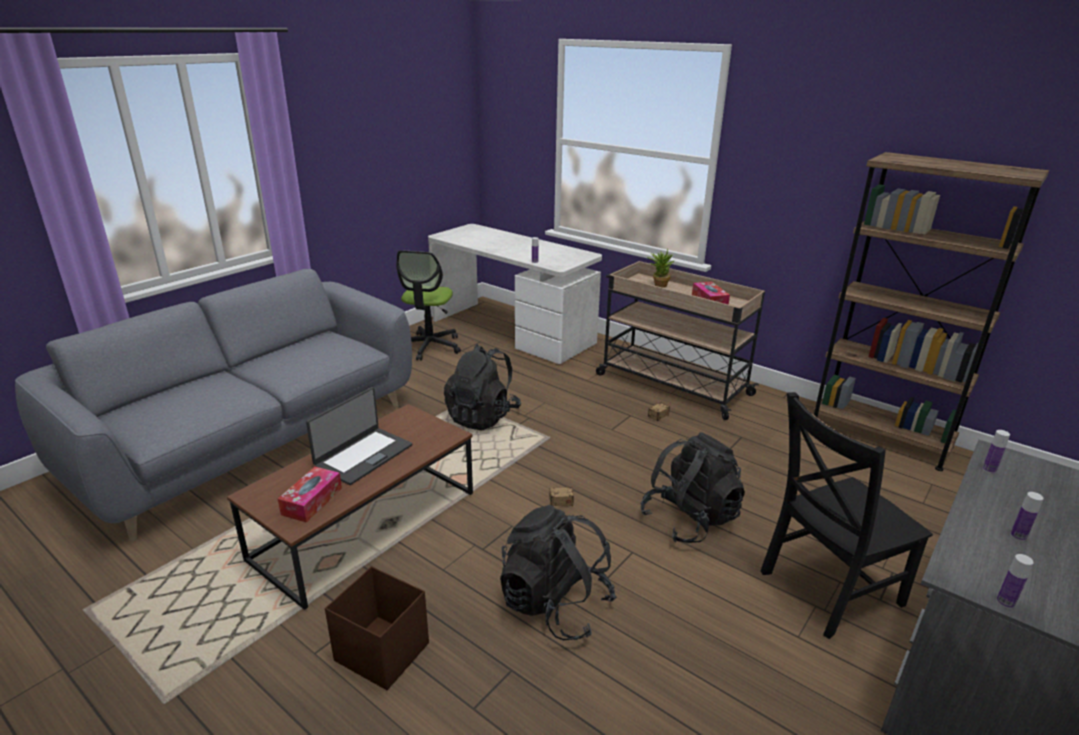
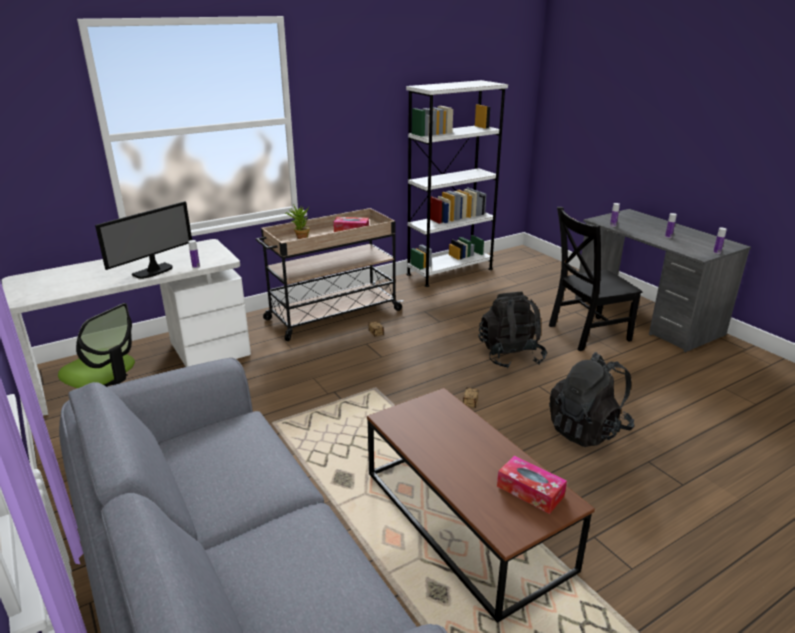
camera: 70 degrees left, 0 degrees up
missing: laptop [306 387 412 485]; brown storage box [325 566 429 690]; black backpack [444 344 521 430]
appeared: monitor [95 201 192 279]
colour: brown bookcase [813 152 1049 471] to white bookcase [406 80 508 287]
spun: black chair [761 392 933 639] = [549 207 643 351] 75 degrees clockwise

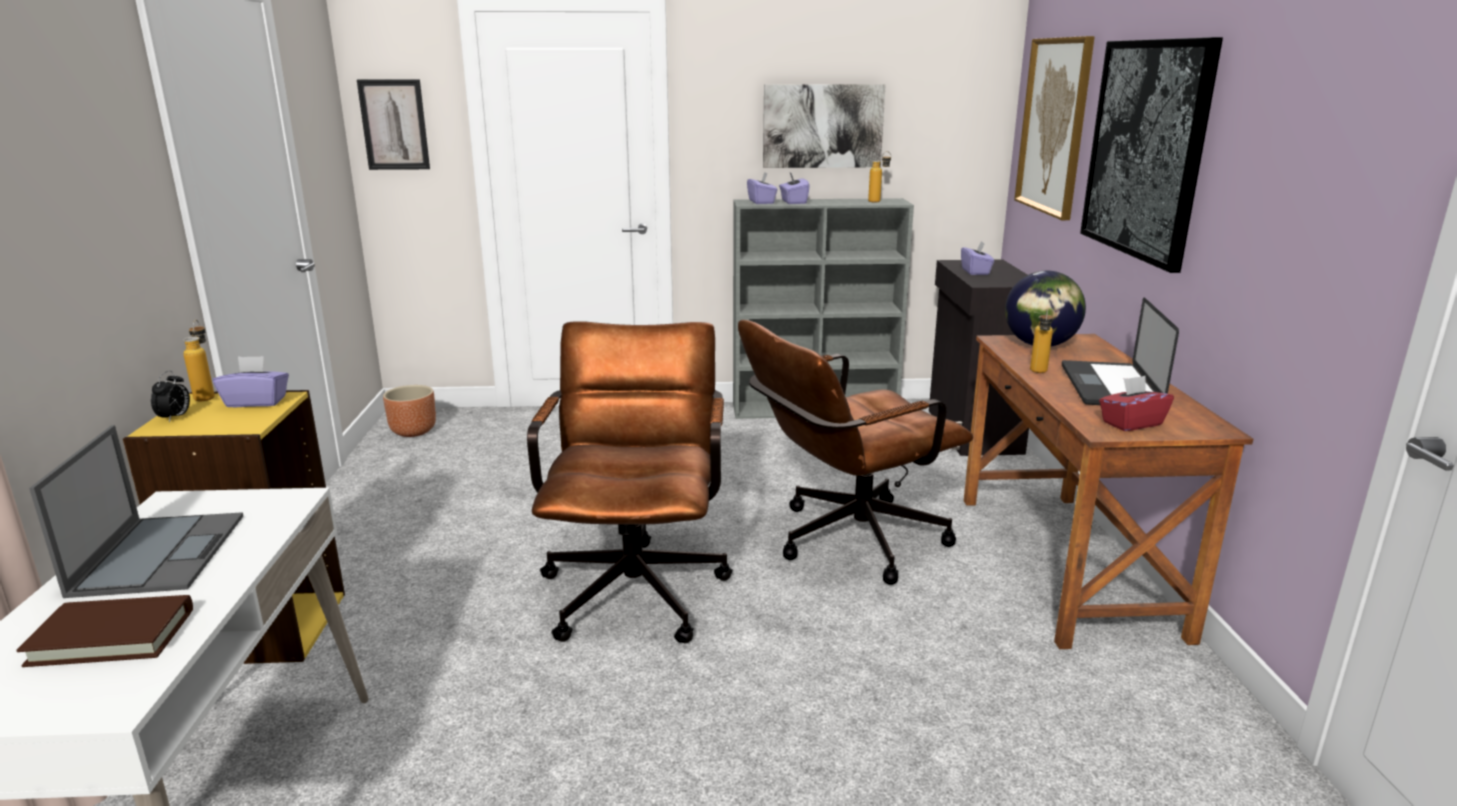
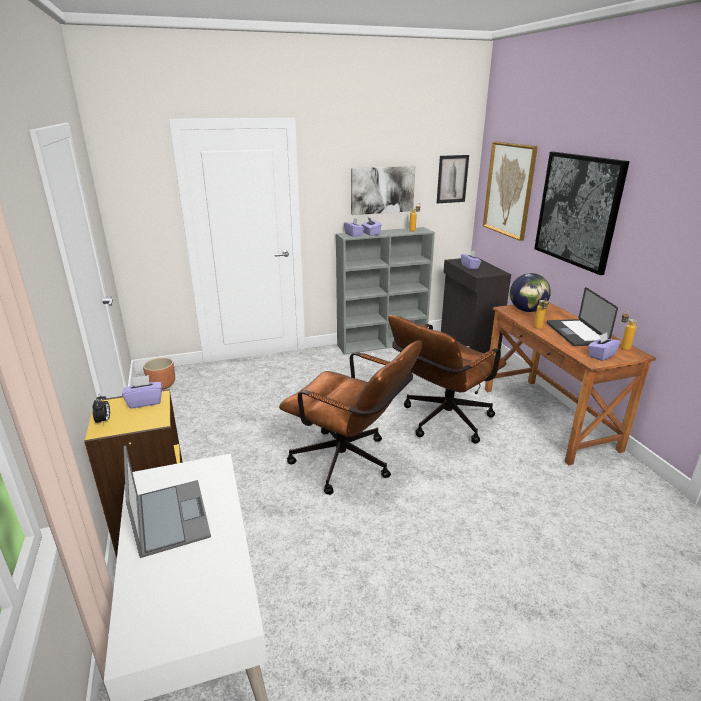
camera: 15 degrees left, 5 degrees up
missing: brown book [16 595 193 667]
relocated: bottle [183 320 215 401] to [621 311 637 350]; picture [357 79 430 170] to [437 155 469 203]
colour: red tissue box [1099 376 1174 431] to purple tissue box [588 333 621 361]
spun: brown office chair [527 321 733 643] = [279 341 422 495] 135 degrees clockwise

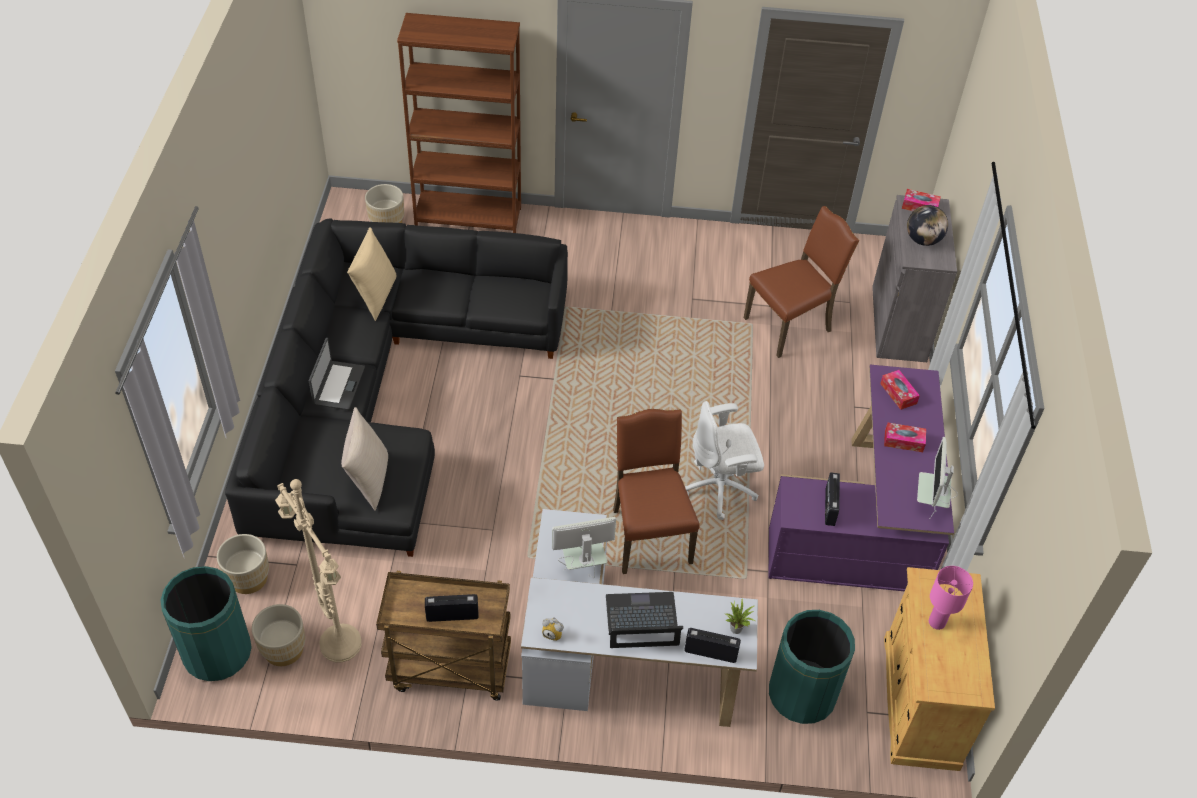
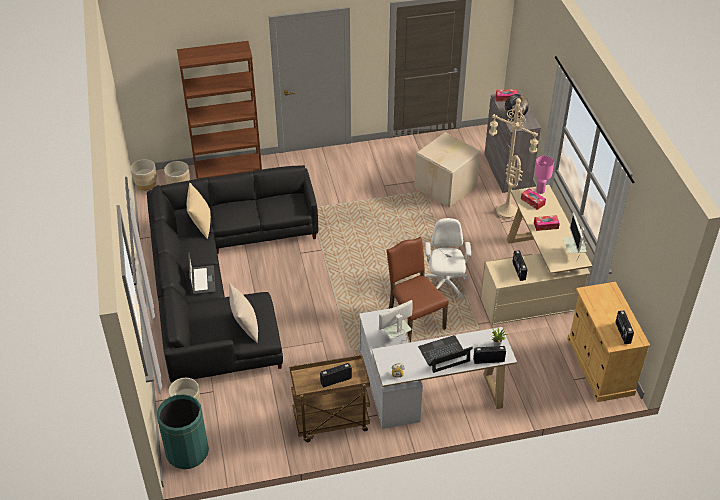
camera: 15 degrees left, 5 degrees down
missing: green trash can [769 610 855 724]
appeared: radio [616 311 634 344]
relocated: beige planter [252 604 305 666] to [131 159 157 191]; beige floor lamp [275 479 362 662] to [489 98 538 219]; pink table lamp [929 566 973 630] to [534 156 554 194]
exchanged: brown chair [744 206 859 358] to cardboard box [414 132 481 207]
colour: purple desk [768 365 954 591] to beige desk [480 185 592 325]
spun: white office chair [685 401 764 520] = [425 218 471 298] 120 degrees clockwise

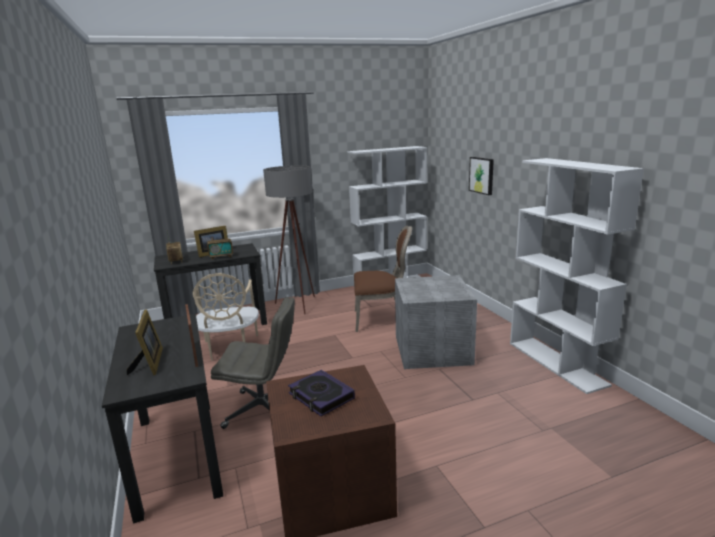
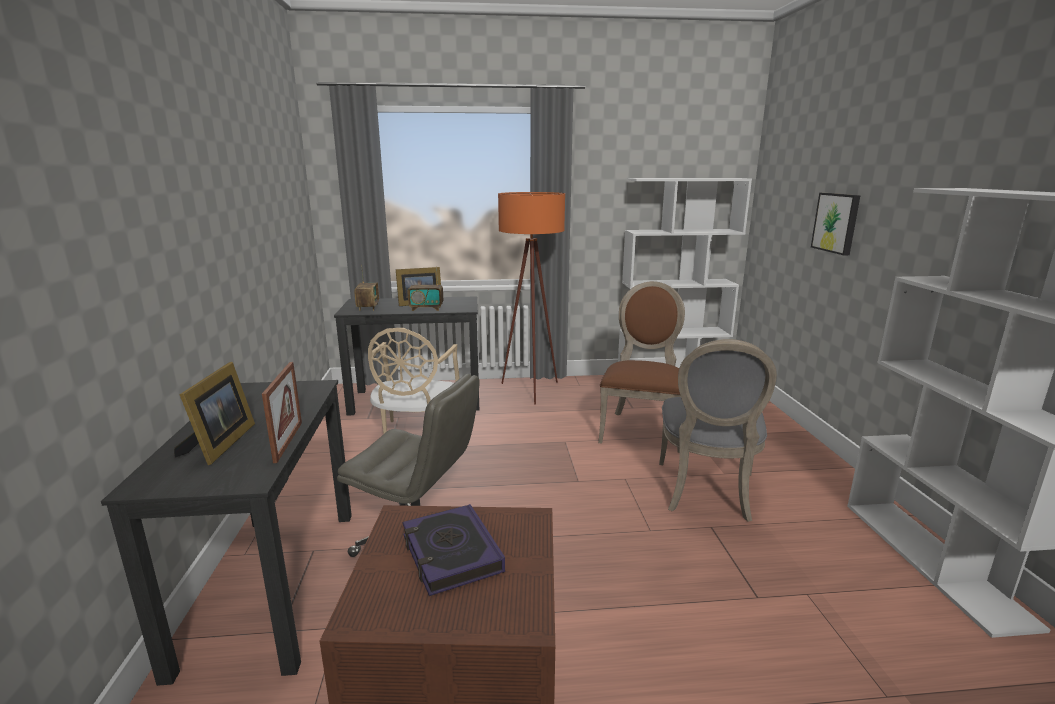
camera: 15 degrees right, 0 degrees up
exchanged: grey storage box [395 275 477 369] to grey chair [659 339 777 522]
colour: grey floor lamp [263 165 315 314] to orange floor lamp [498 192 565 405]
spun: brown chair [354 226 412 332] = [598 281 685 453] 90 degrees counterclockwise

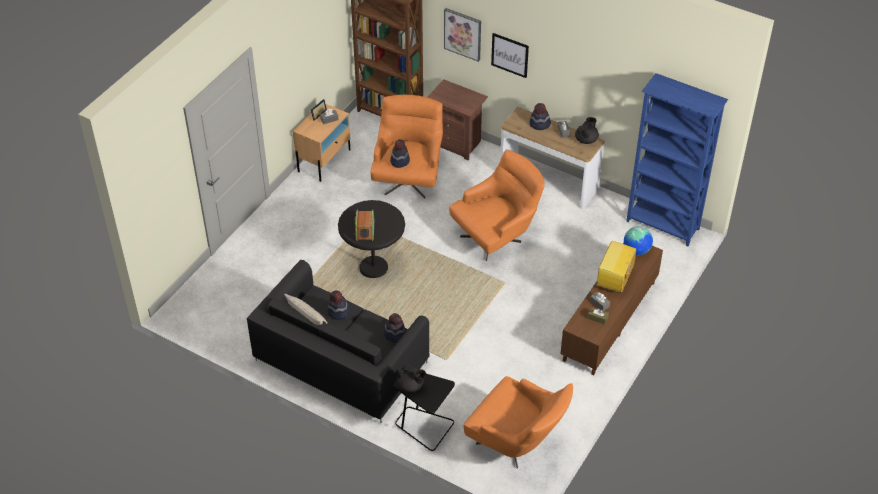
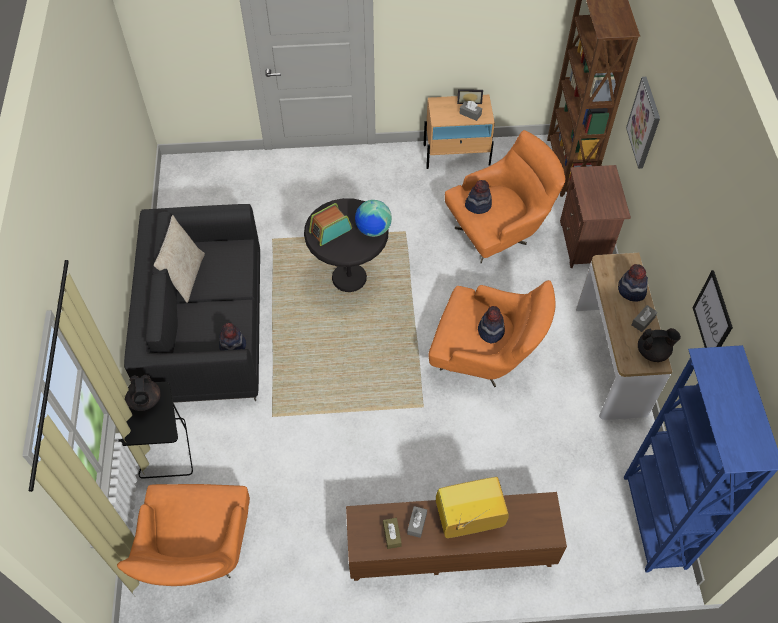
camera: 55 degrees right, 10 degrees up
relocated: hat [327 290 349 320] to [478 306 505 343]; picture [491 33 529 78] to [692 270 733 348]; globe [624 226 653 255] to [355 200 392 237]

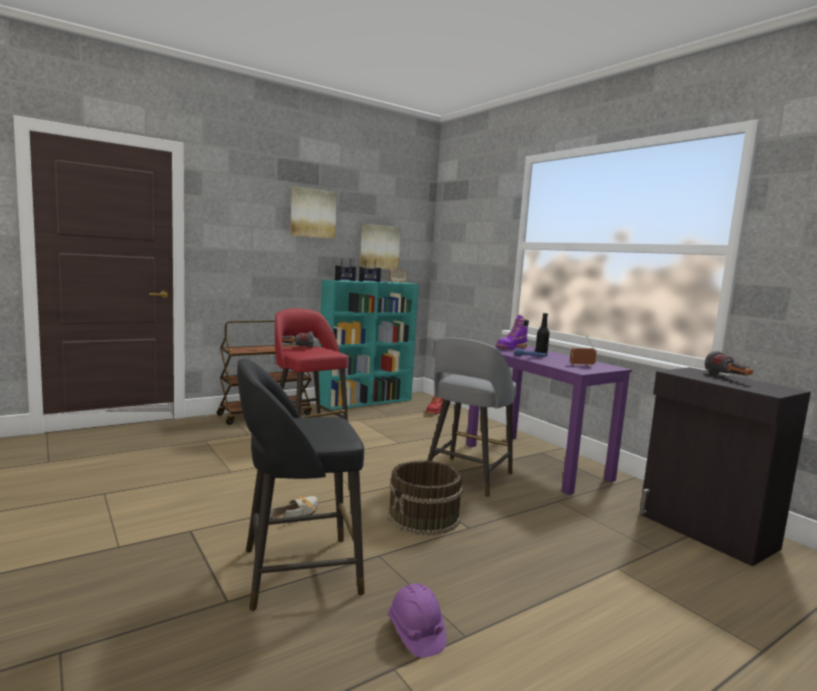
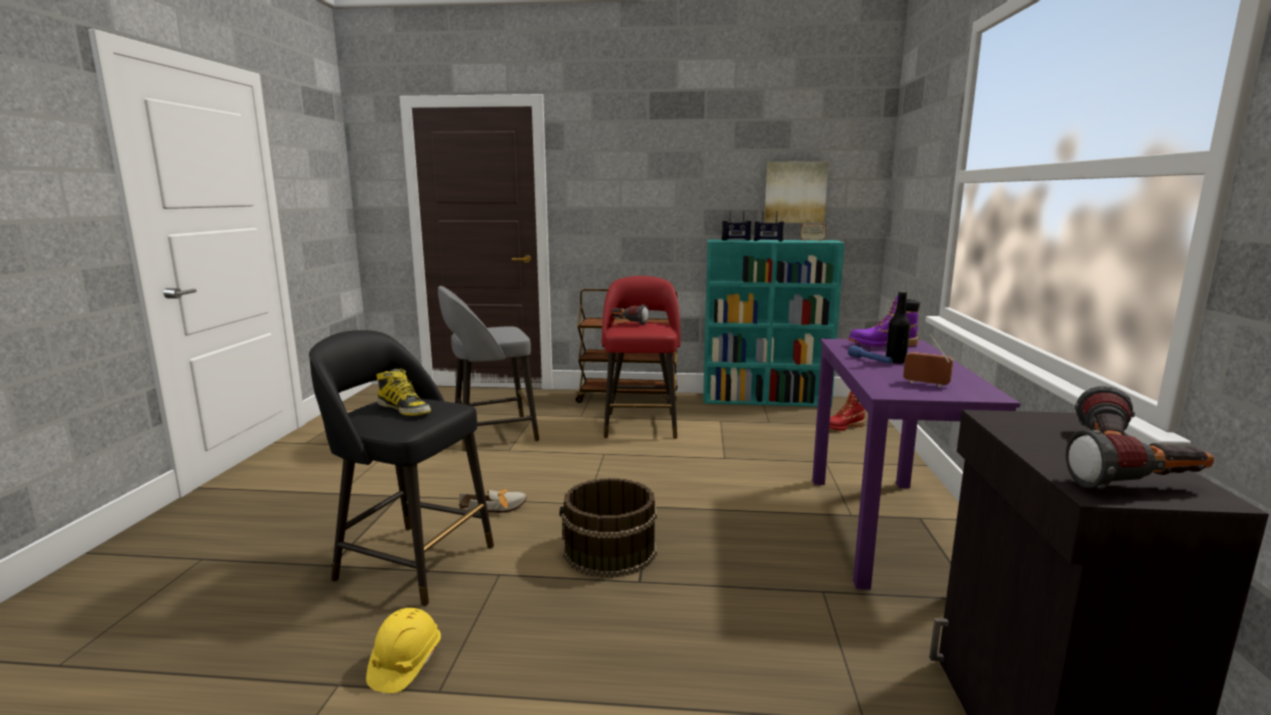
camera: 40 degrees right, 5 degrees up
missing: picture [290 186 337 239]
appeared: boot [376 369 431 416]; flashlight [1066 430 1214 489]
relocated: grey stool [427 337 517 497] to [438 286 539 452]
colour: purple hard hat [388 584 446 658] to yellow hard hat [366 608 441 693]

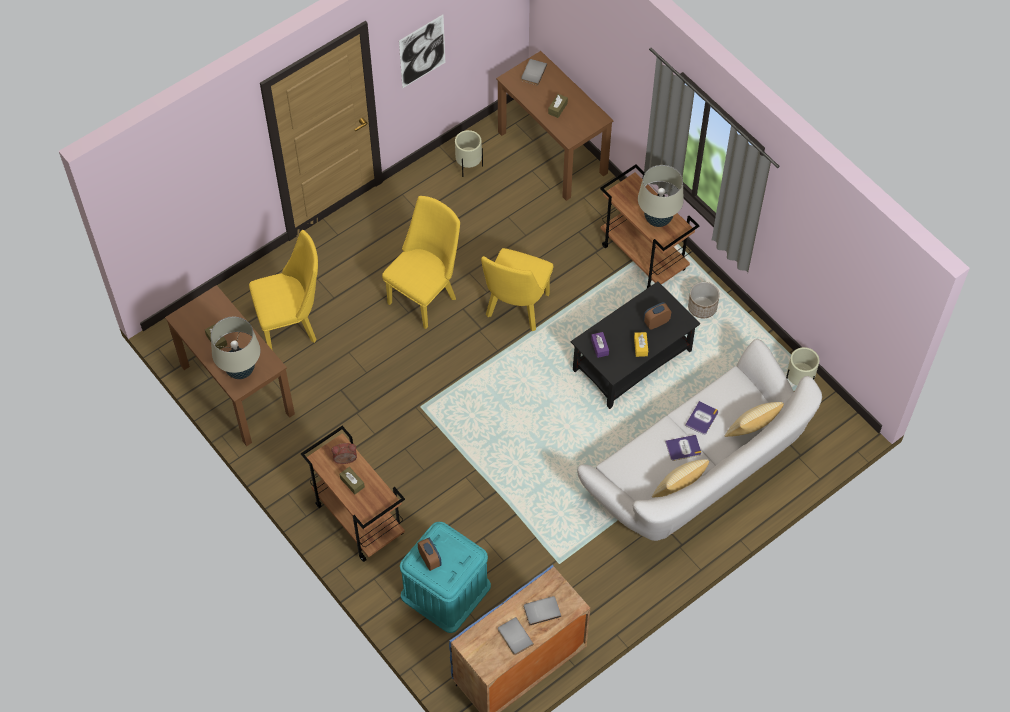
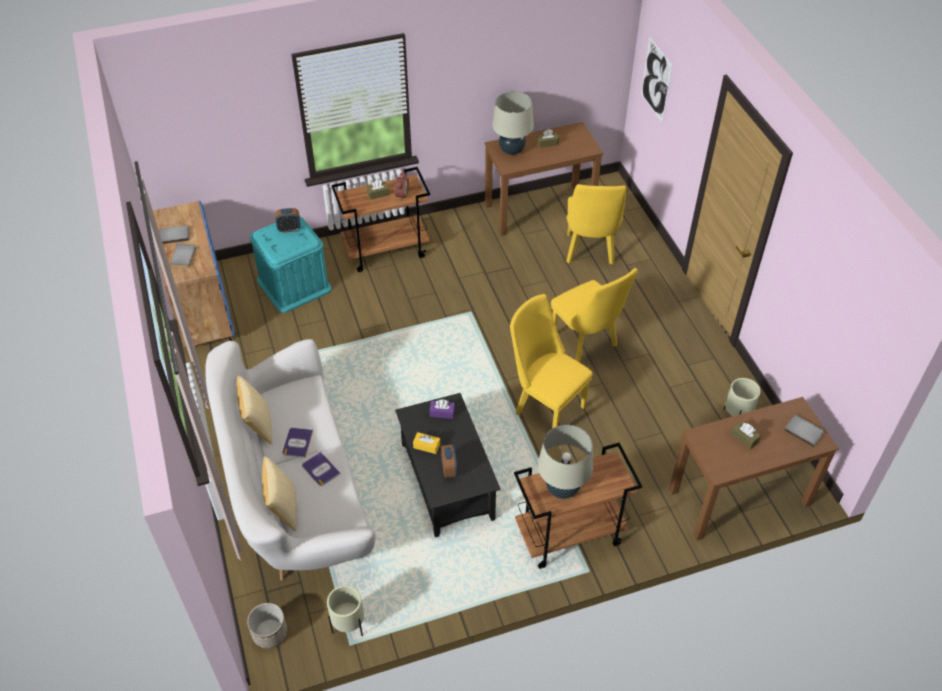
camera: 110 degrees right, 10 degrees down
relocated: picture [399 15 445 88] to [641 37 672 123]; planter [688 282 720 319] to [247 603 287 648]

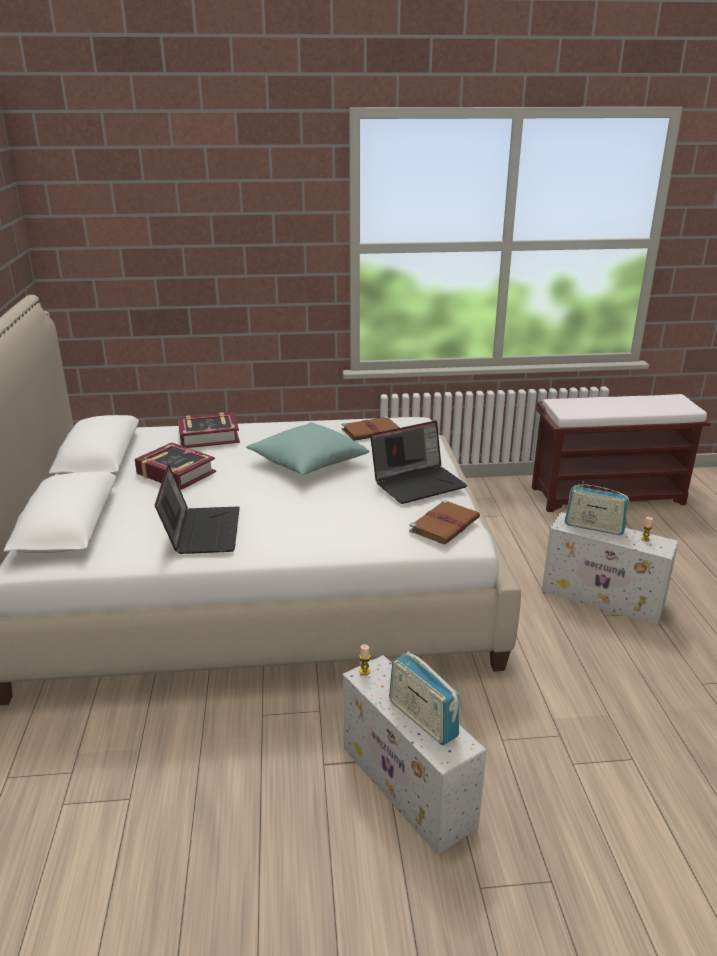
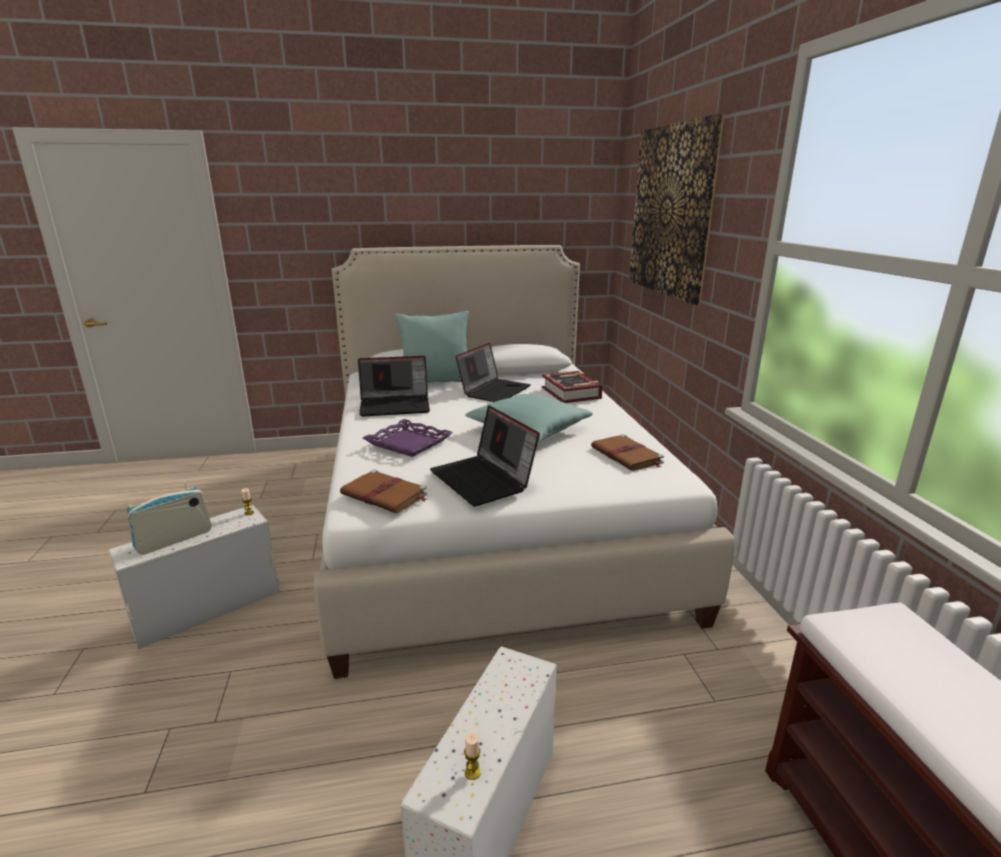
camera: 85 degrees right, 5 degrees down
missing: radio [565 481 630 535]
appeared: purple tray [363 419 453 457]; turquoise pillow [395 311 469 382]; picture [629 114 724 305]
exchanged: book [135 443 216 490] to laptop [456 342 531 402]

